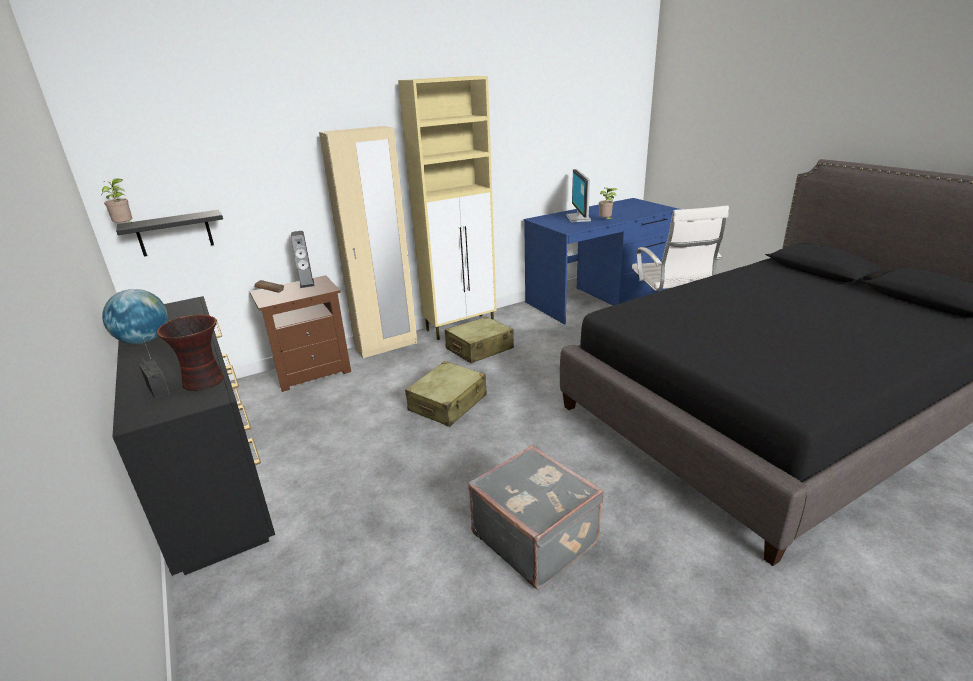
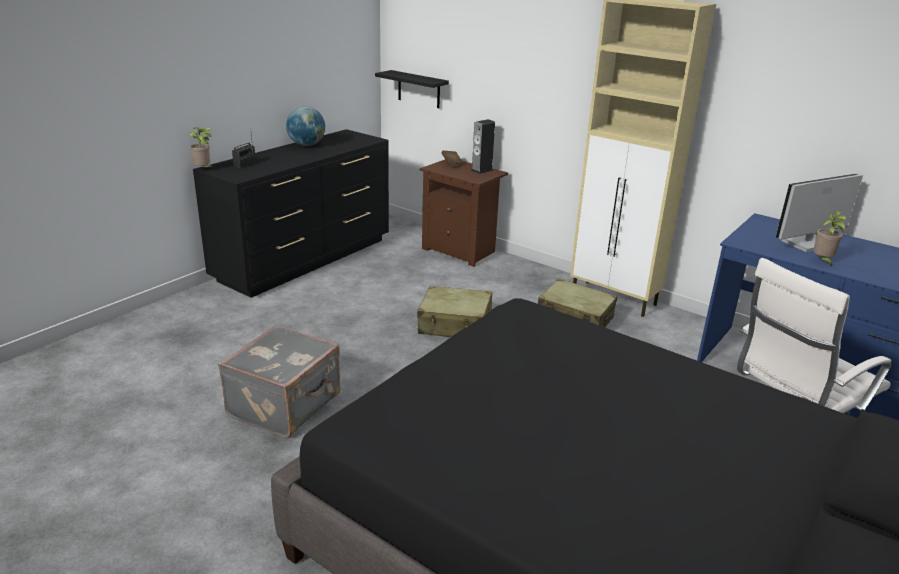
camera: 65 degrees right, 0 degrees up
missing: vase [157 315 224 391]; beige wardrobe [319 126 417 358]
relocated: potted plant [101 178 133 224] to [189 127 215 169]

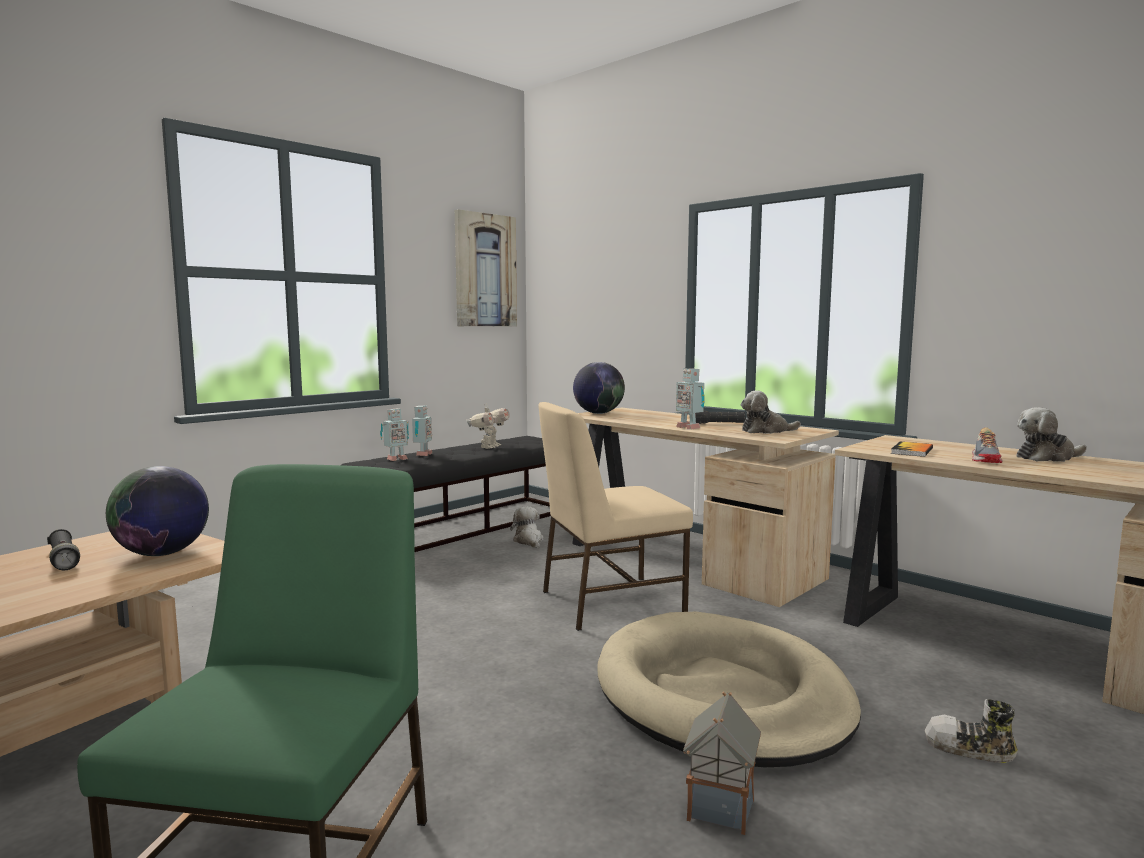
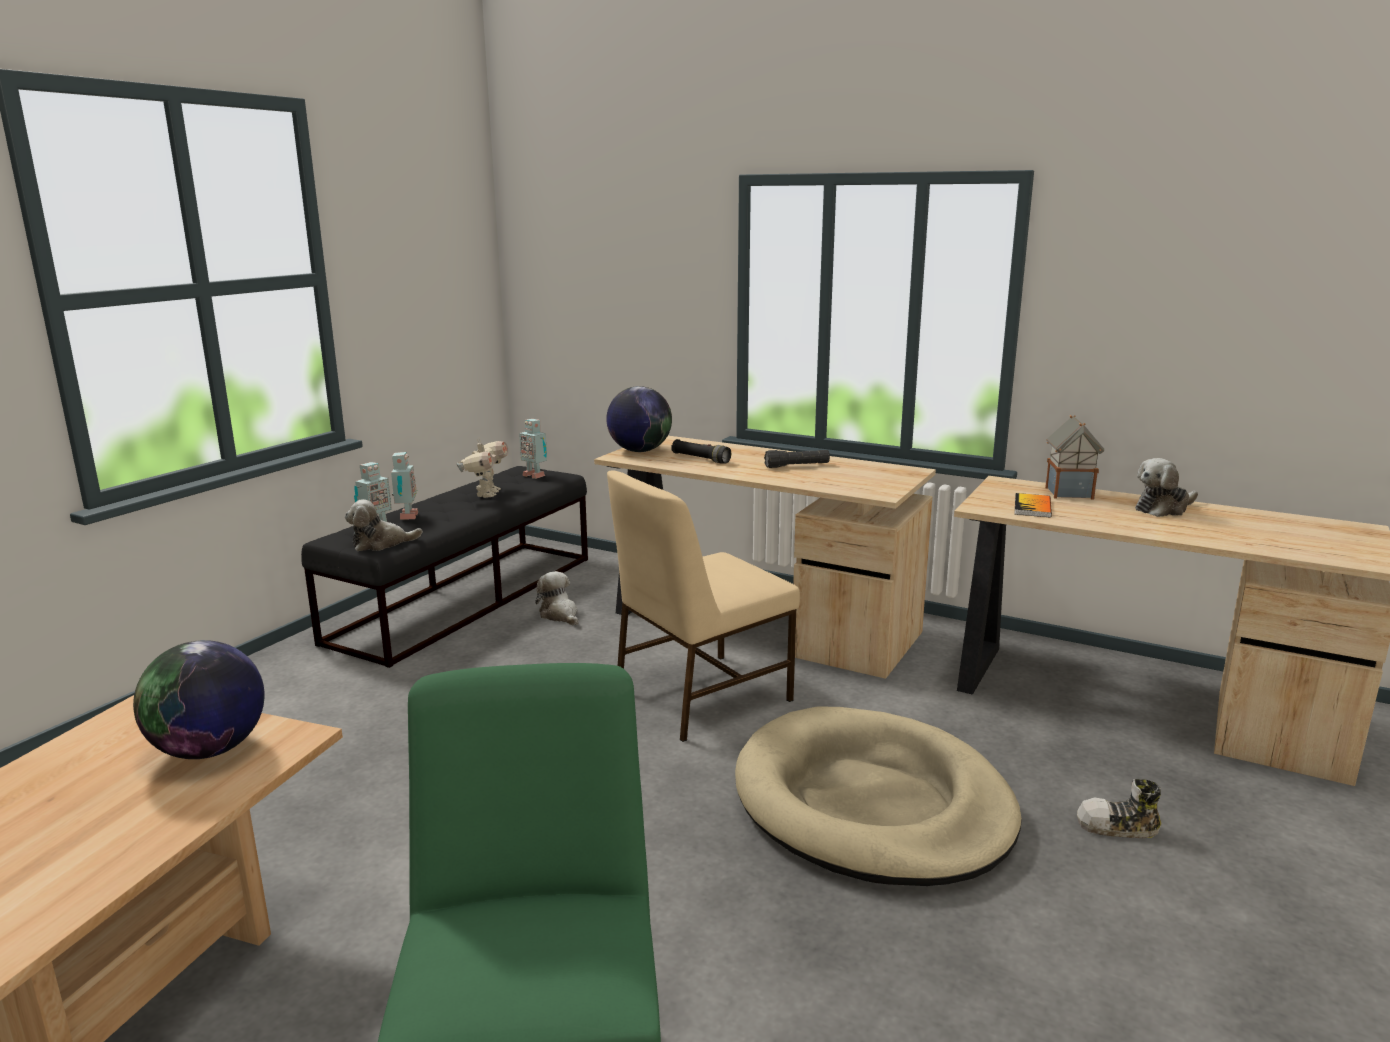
camera: 15 degrees left, 10 degrees up
missing: picture [455 209 517 326]; shoe [972 427 1003 463]
relocated: black flashlight [47 529 80 570] to [671 439 731 464]; toy robot [676 368 704 429] to [519 419 547 479]; toy house [683 691 761 835] to [1045 415 1104 500]; plush toy [740 390 801 434] to [345 499 423 551]

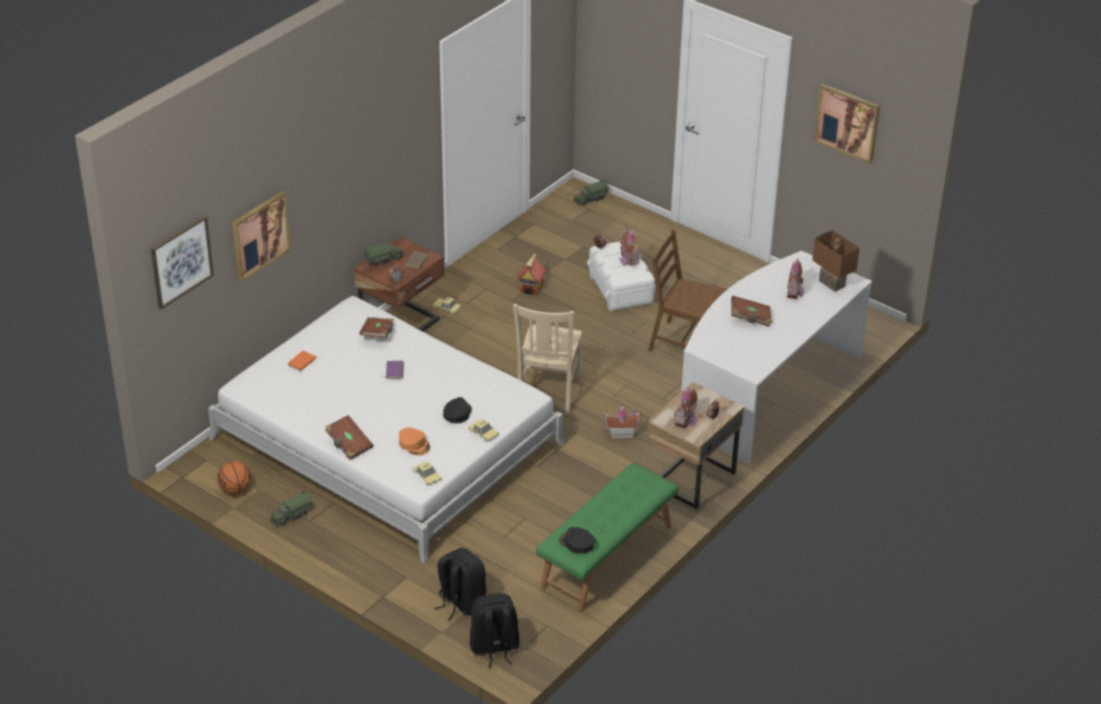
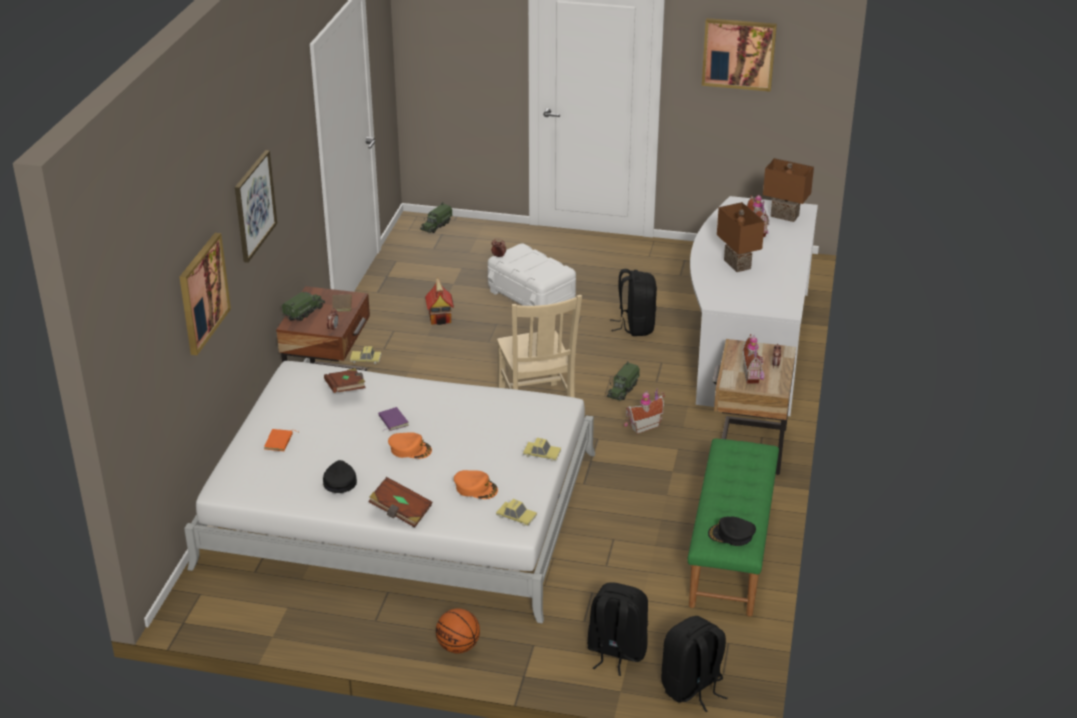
camera: 25 degrees left, 5 degrees down
missing: toy house [619 226 641 266]
appeared: orange cap [388 432 432 459]
relocated: picture [151 216 214 309] to [235 150 277 263]; basketball [217 461 251 495] to [436 608 480 654]; toy truck [270 491 312 526] to [607 361 640 401]; black cap [443 397 472 423] to [323 460 357 493]
exchanged: brown chair [648 229 727 351] to black backpack [610 269 657 336]; brown book [731 296 772 327] to brown table lamp [717 202 765 272]

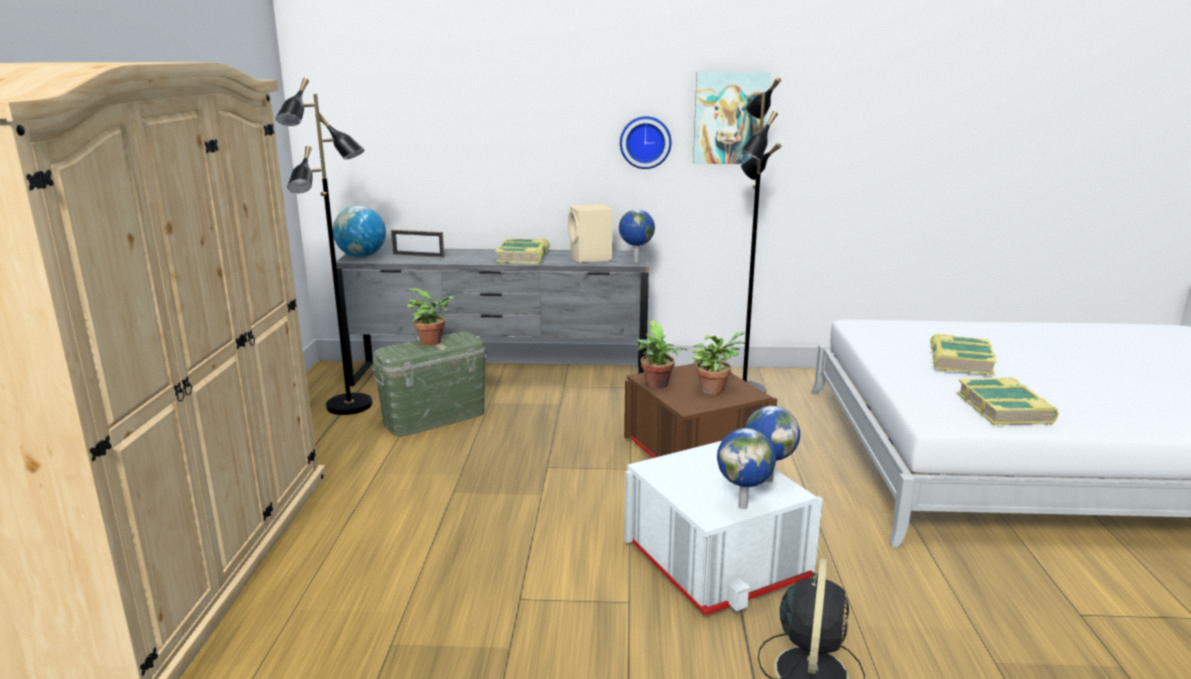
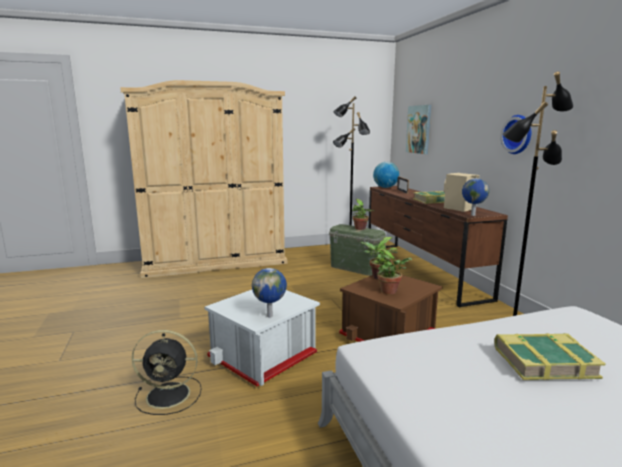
camera: 70 degrees right, 5 degrees down
missing: globe [717 428 776 509]; book [957 377 1059 425]
relocated: picture [693 72 770 164] to [406 105 431 154]
colour: grey dresser [336 248 649 386] to brown dresser [369 186 508 308]

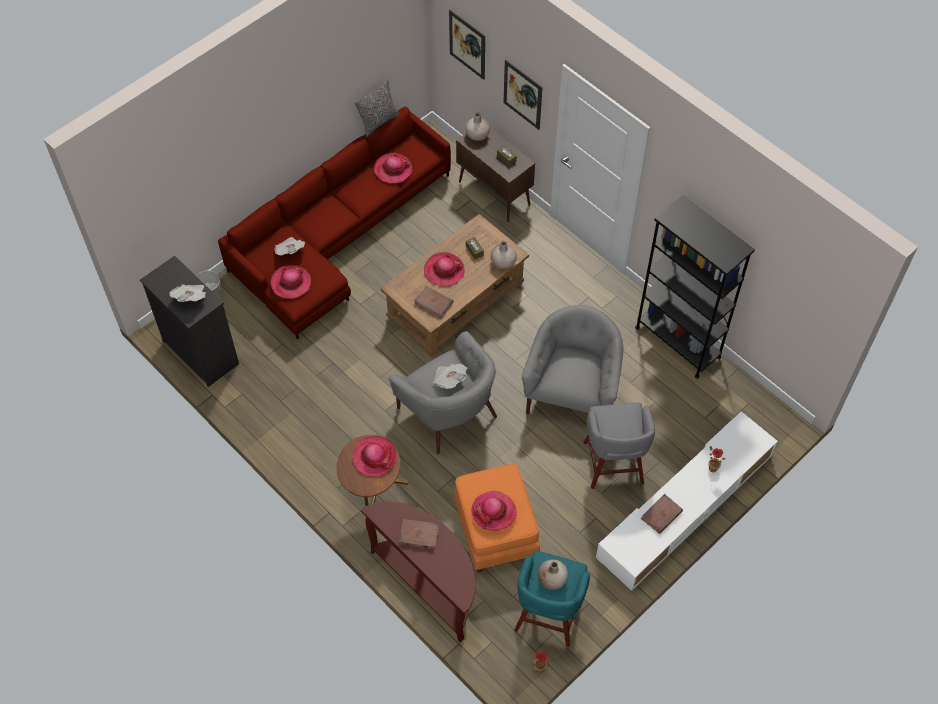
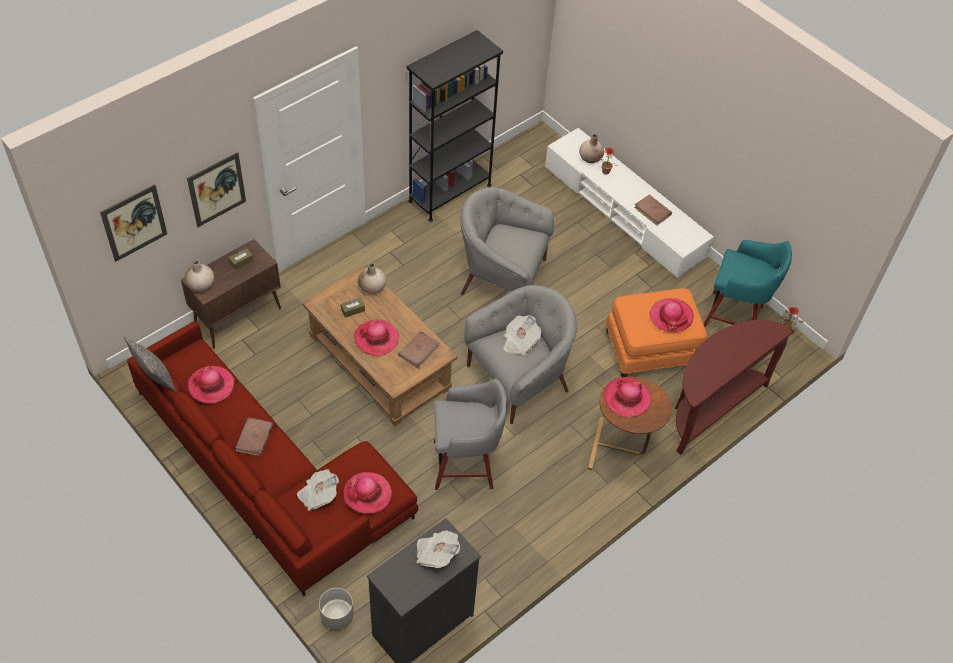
camera: 90 degrees left, 5 degrees down
relocated: brown book [399 519 439 549] to [236 417 273 456]; beige vase [538 559 568 590] to [579 134 604 163]; grey stool [583 403 655 489] to [434 378 508 490]

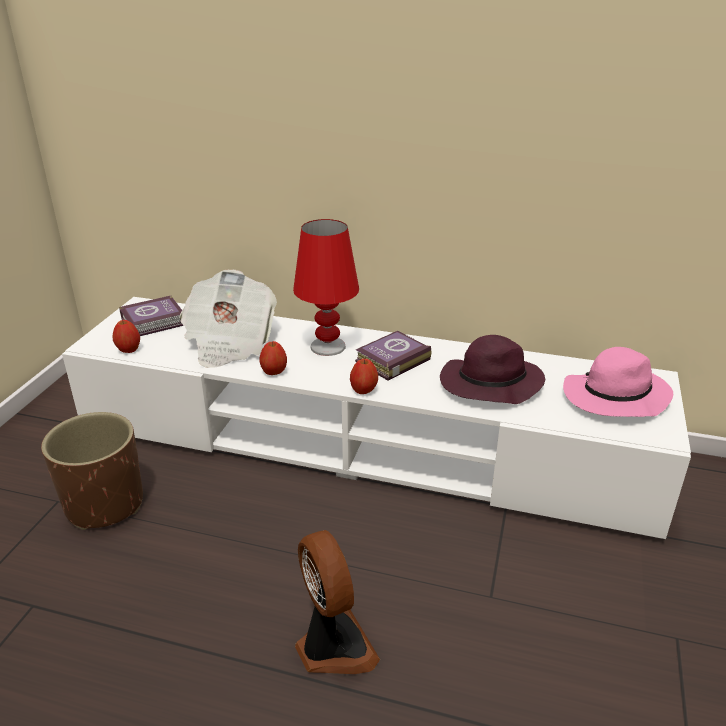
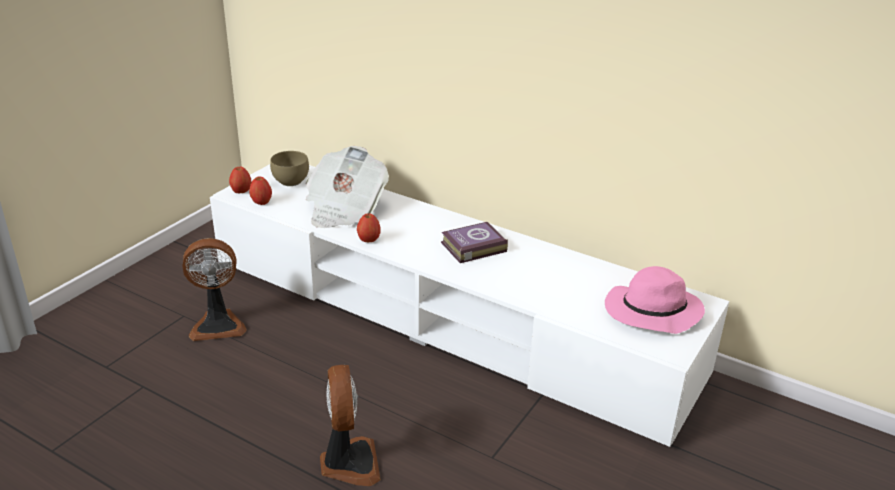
camera: 15 degrees right, 0 degrees up
missing: red table lamp [293 219 359 356]; purple hat [440 335 545 404]
relocated: apple [350 359 378 394] to [229 166 251 193]
exchanged: brown planter [41 412 143 530] to fan [182 238 247 341]; book [119 295 183 336] to brown bowl [270 151 309 186]

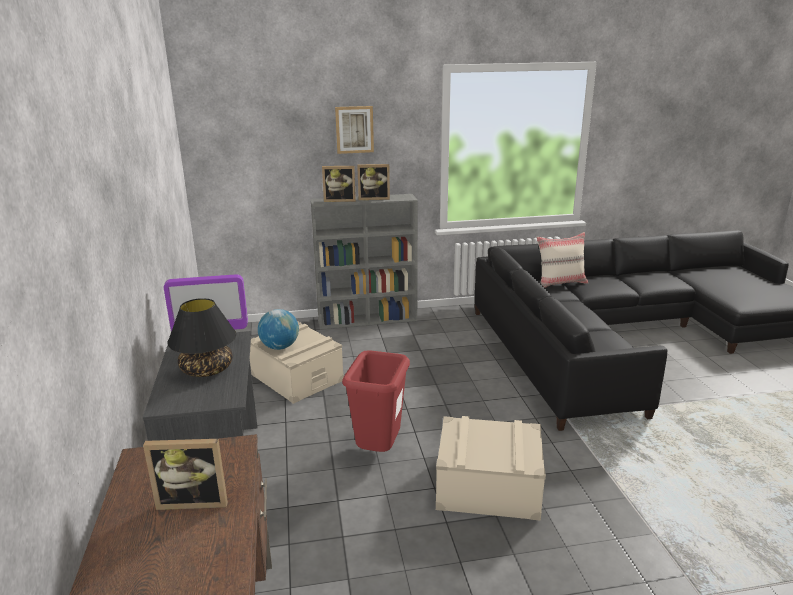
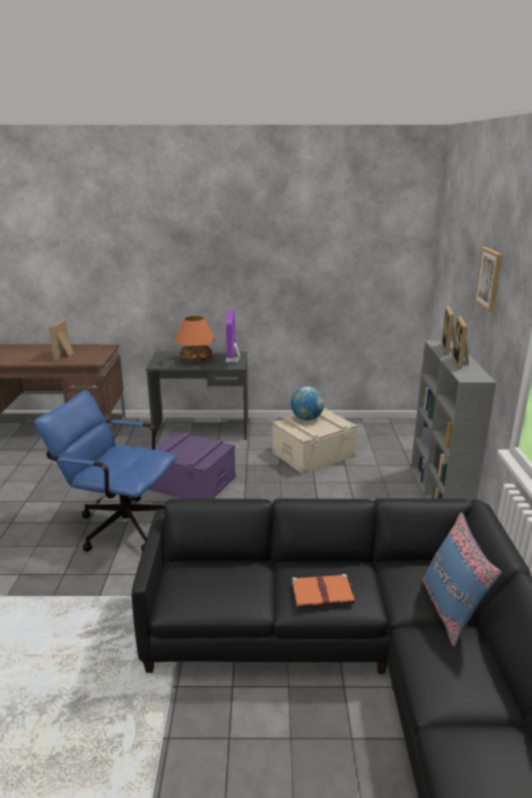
camera: 100 degrees right, 0 degrees up
appeared: orange book [292 574 355 608]
exchanged: red trash can [342 350 410 452] to purple storage box [148 432 236 499]; beige storage box [436 416 546 521] to blue office chair [34 390 177 552]
colour: black table lamp [167 298 236 377] to orange table lamp [175 316 215 363]; beige pillow [537 232 588 287] to blue pillow [422 512 502 647]

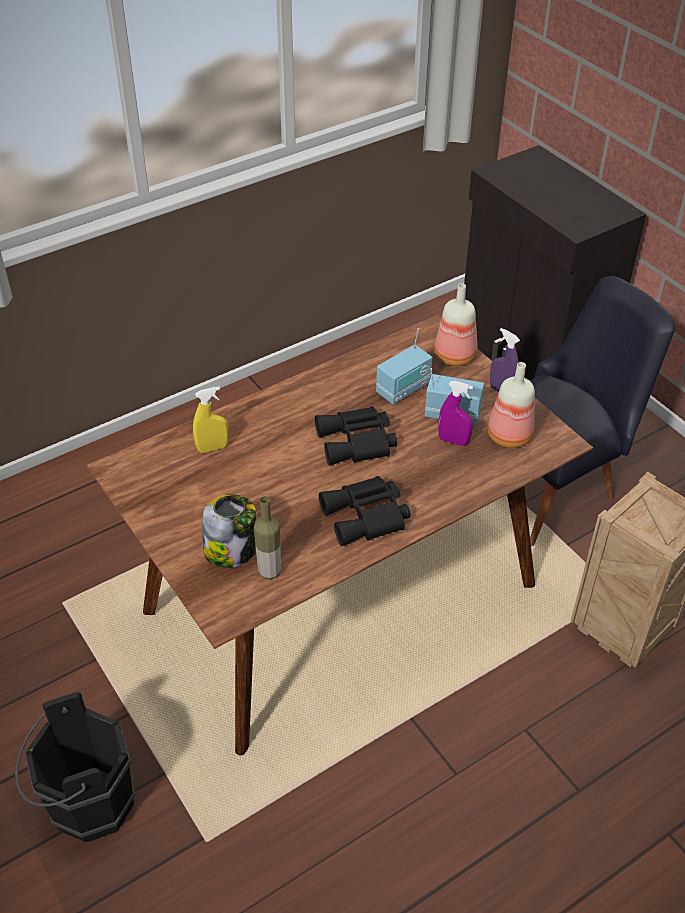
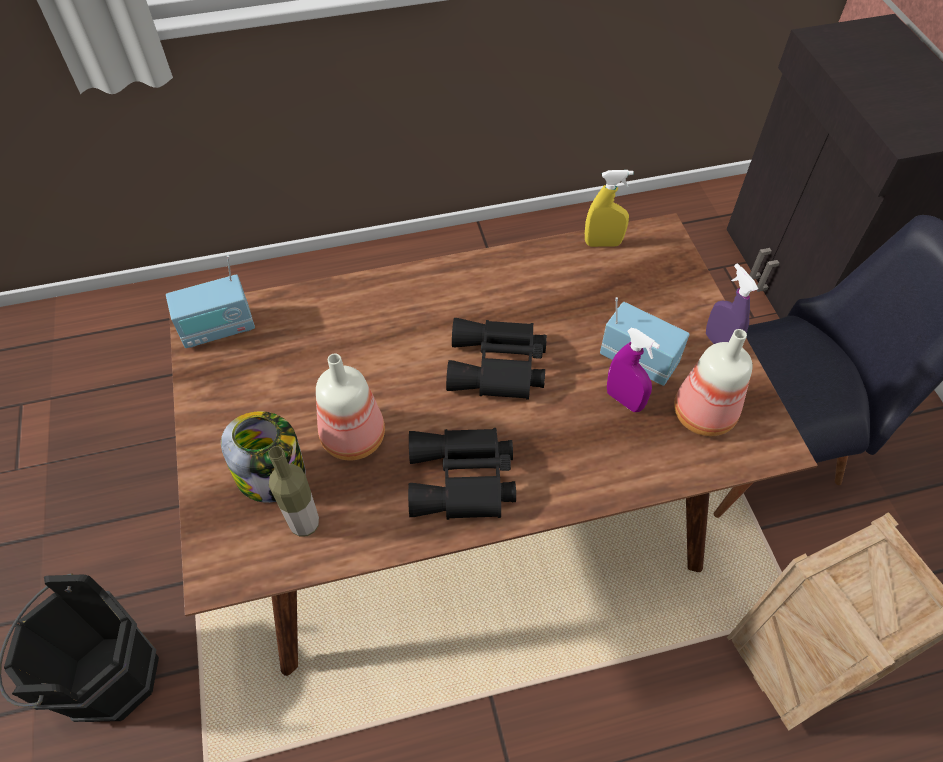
camera: 20 degrees right, 10 degrees up
relocated: yellow spray bottle [193 387 228 453] to [585 170 634 247]; radio [376 328 432 404] to [166 255 255 348]; bottle [434 283 477 366] to [316 354 385 461]

